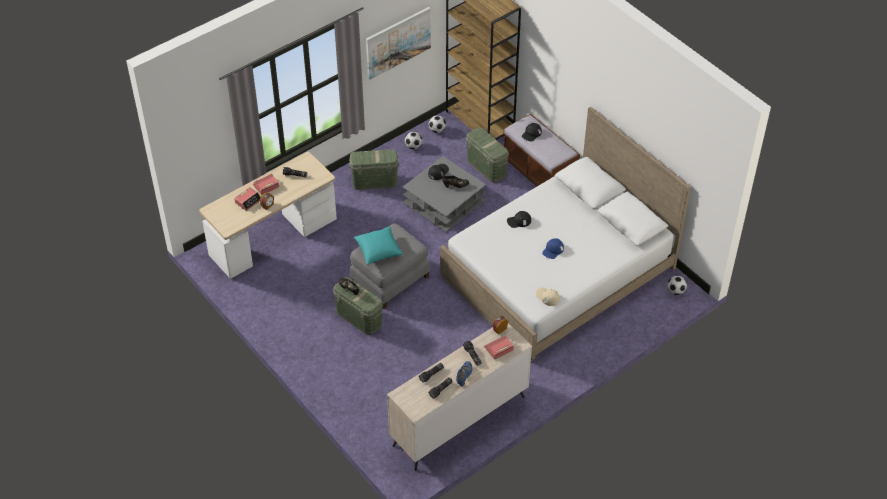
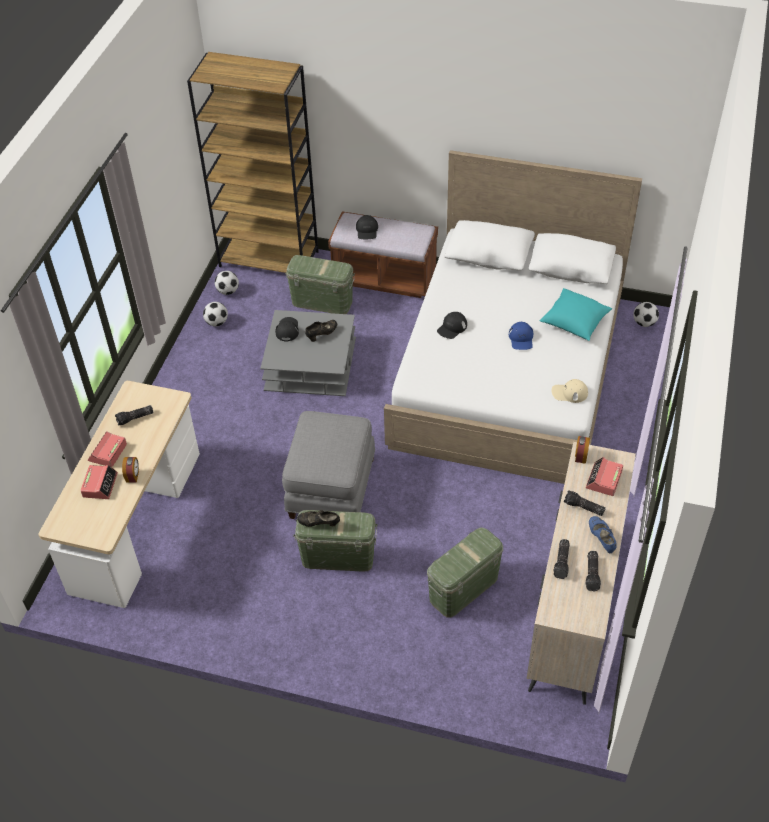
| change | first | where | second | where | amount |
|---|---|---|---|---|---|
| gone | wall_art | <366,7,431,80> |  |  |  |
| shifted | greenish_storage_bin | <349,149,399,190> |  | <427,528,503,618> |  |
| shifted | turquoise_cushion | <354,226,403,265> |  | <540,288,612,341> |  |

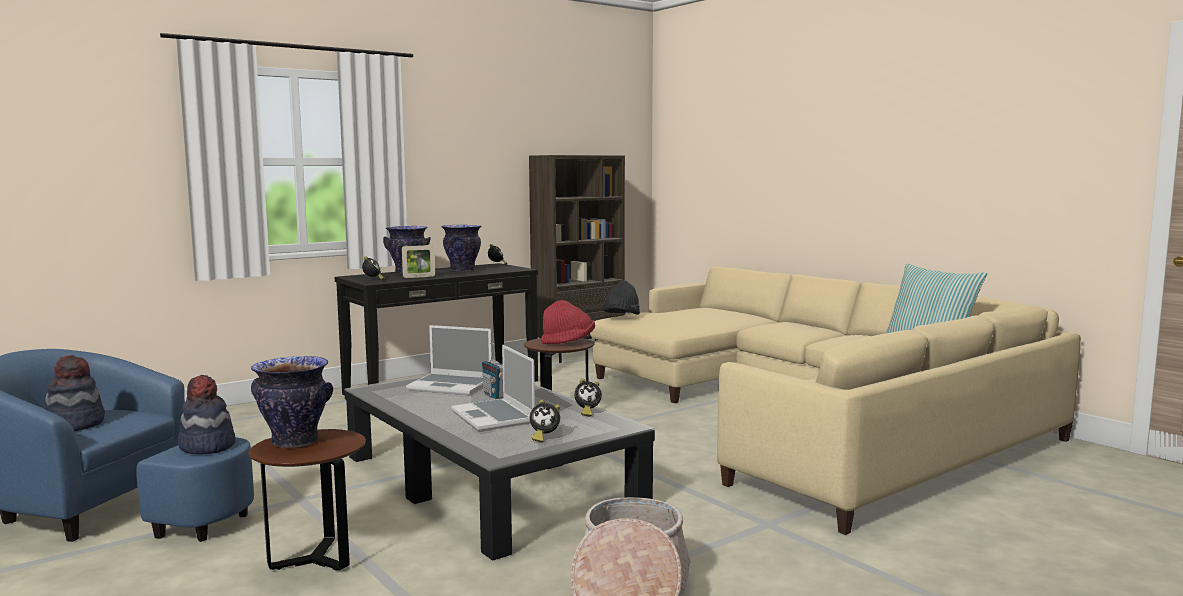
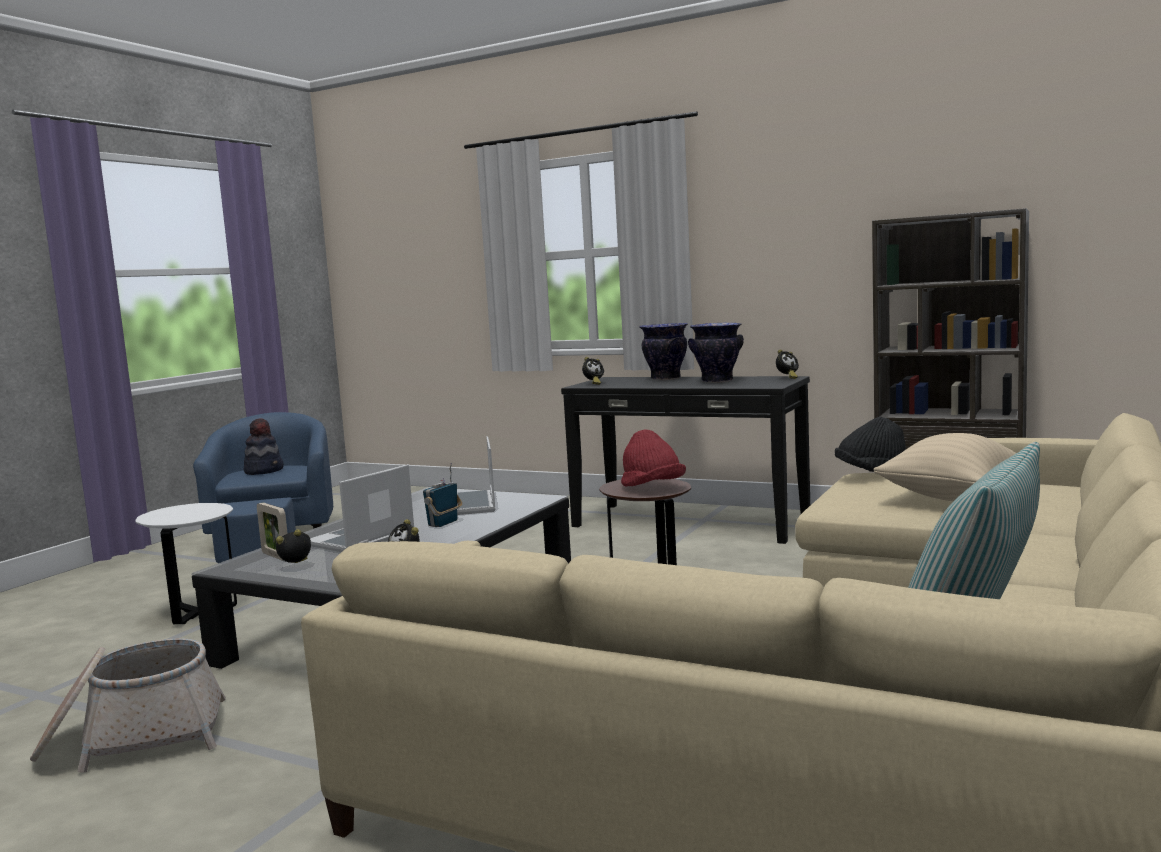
| change | first | where | second | where | amount |
|---|---|---|---|---|---|
| gone | clothing_hat | <178,375,236,454> |  |  |  |
| gone | decorative_vase | <251,356,333,448> |  |  |  |
| new |  |  | beige-coloured_cushion | <873,433,1016,501> |  |
| shifted | picture_frame | <402,245,435,278> |  | <257,503,288,561> |  |
| repainted | brown_end_table | <248,429,366,571> | white_end_table | <136,503,237,624> |  |
| rotated | alarm_clock | <530,400,560,442> |  | <276,529,311,563> | 90 degrees clockwise |

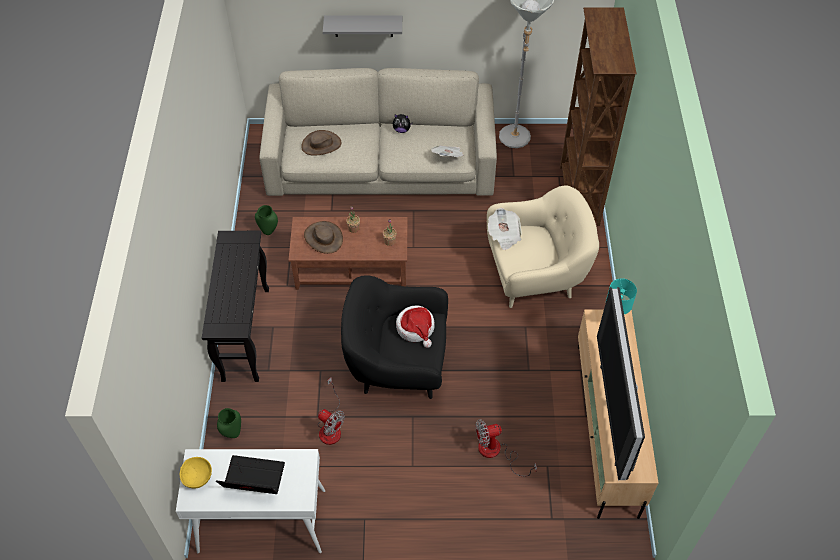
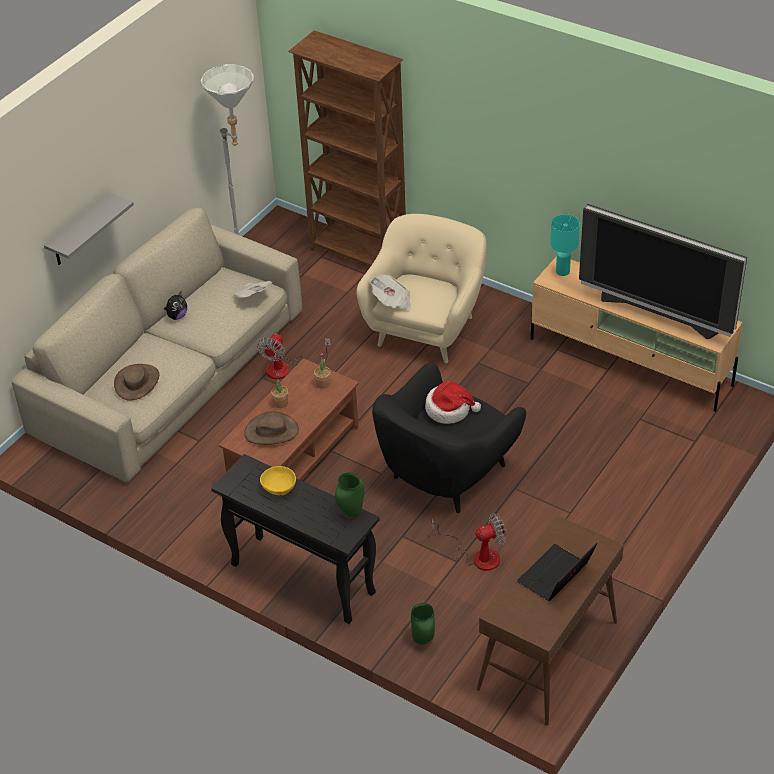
| change | first | where | second | where | amount |
|---|---|---|---|---|---|
| shifted | yellowish_bowl | <180,457,212,489> |  | <260,466,296,495> |  |
| shifted | greenish_decorative_vase | <255,205,278,235> |  | <335,472,365,517> |  |
| shifted | fan | <475,419,537,477> |  | <257,334,331,379> |  |
| repainted | white_narrow_table | <176,449,325,553> | brown_narrow_table | <477,515,624,726> |  |

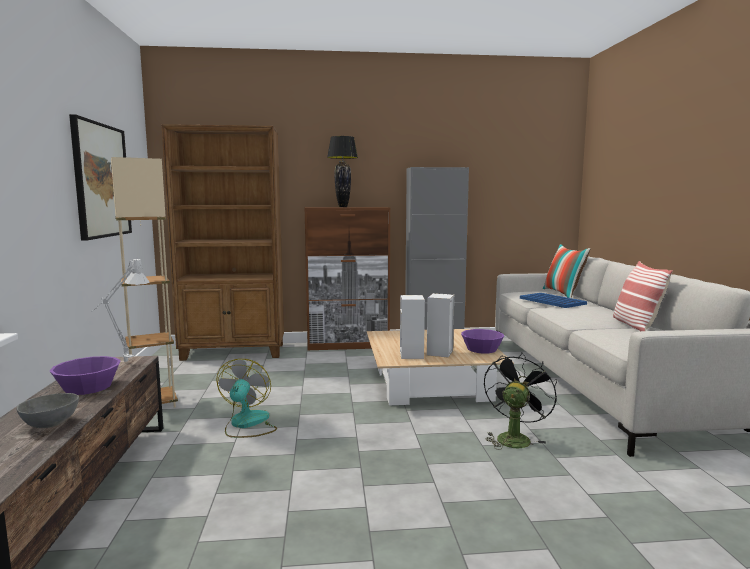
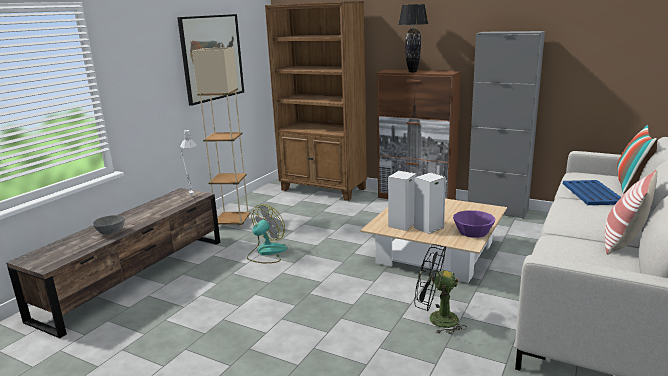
| change | first | where | second | where | amount |
|---|---|---|---|---|---|
| gone | purplish_bowl | <50,356,121,395> |  |  |  |
| rotated | black_fan | <484,352,557,450> |  | <415,244,467,334> | 135 degrees counterclockwise |

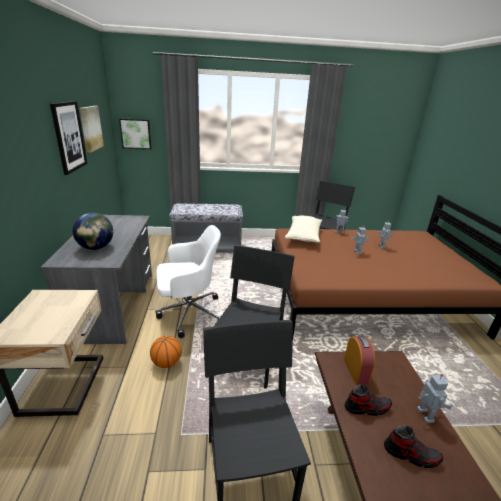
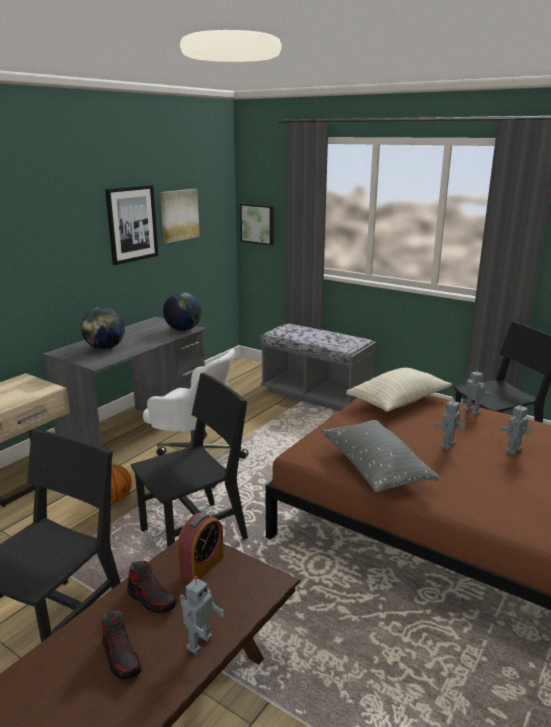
| change | first | where | second | where | amount |
|---|---|---|---|---|---|
| new |  |  | desk_globe | <163,292,202,331> |  |
| new |  |  | greyish_cushion | <321,420,440,492> |  |

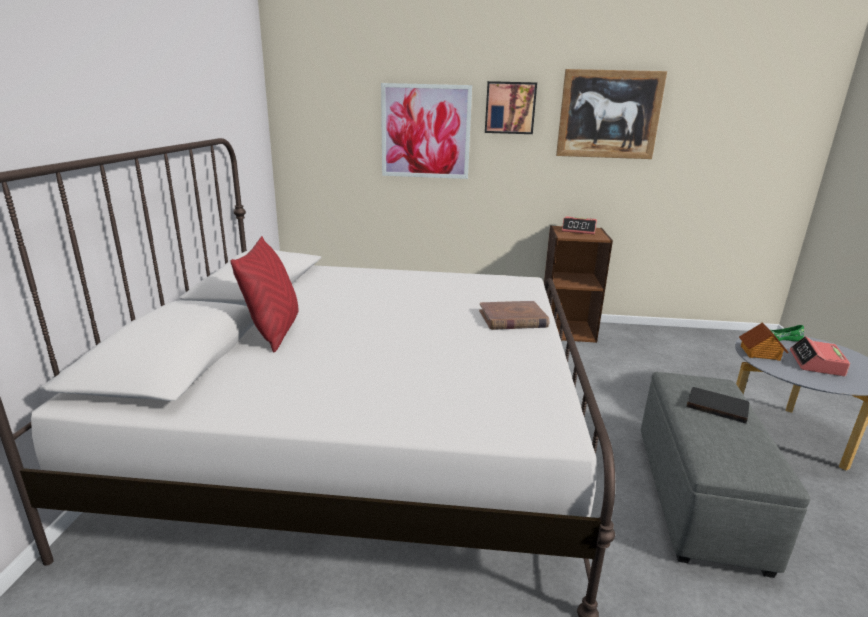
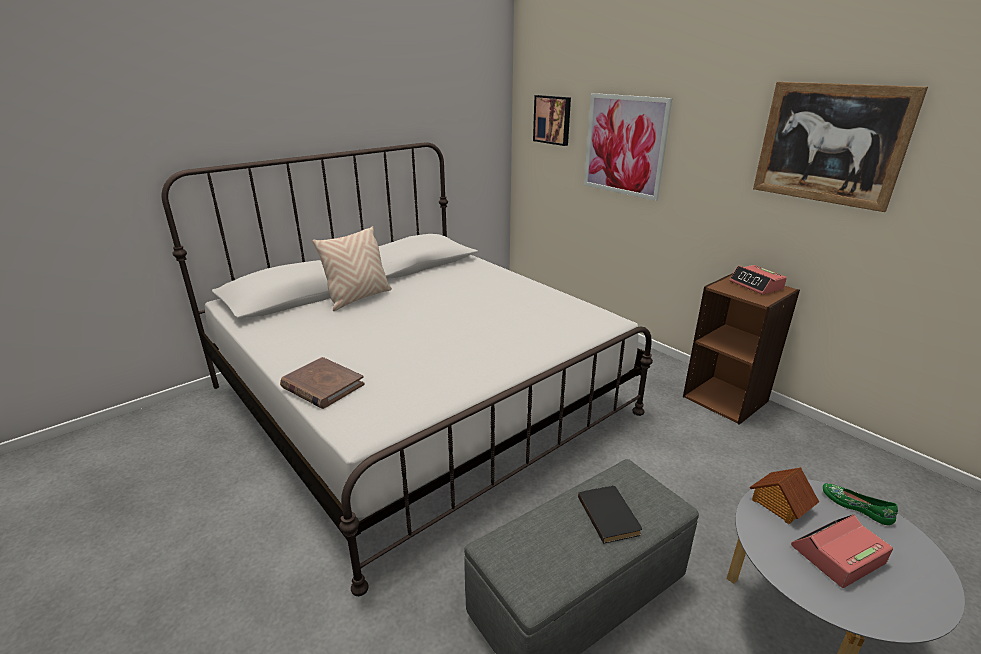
| change | first | where | second | where | amount |
|---|---|---|---|---|---|
| shifted | brown_book | <479,301,549,330> |  | <280,357,365,409> |  |
| shifted | wall_art | <485,81,537,134> |  | <533,95,571,146> |  |
| repainted | reddish_cushion | <230,236,299,352> | beige-coloured_cushion | <312,226,392,311> |  |

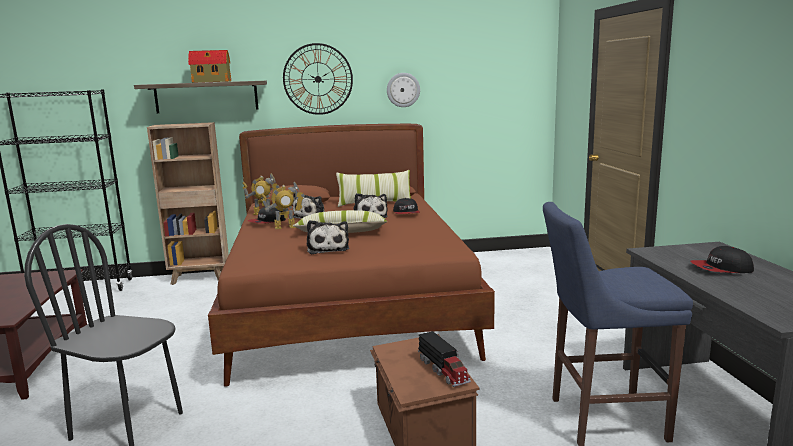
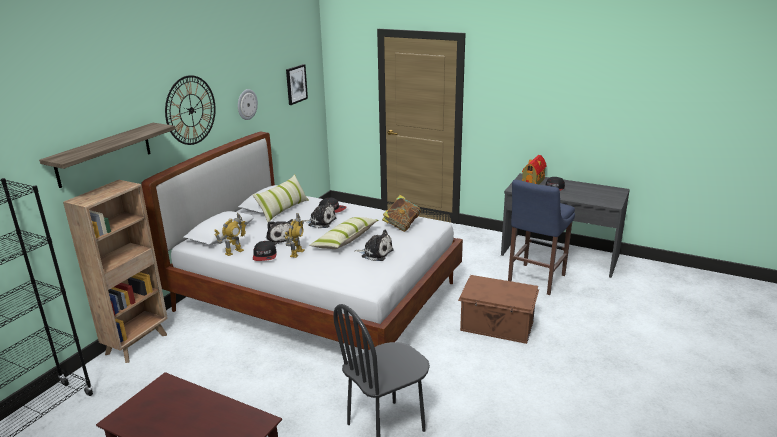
| change | first | where | second | where | amount |
|---|---|---|---|---|---|
| gone | model_truck | <418,331,471,387> |  |  |  |
| new |  |  | wall_art | <286,64,308,105> |  |
| new |  |  | book | <382,195,421,232> |  |
| shifted | miniature_house | <188,50,231,83> |  | <522,155,547,184> |  |
| repainted | brown_bed | <208,124,495,387> | white_bed | <142,132,463,350> |  |

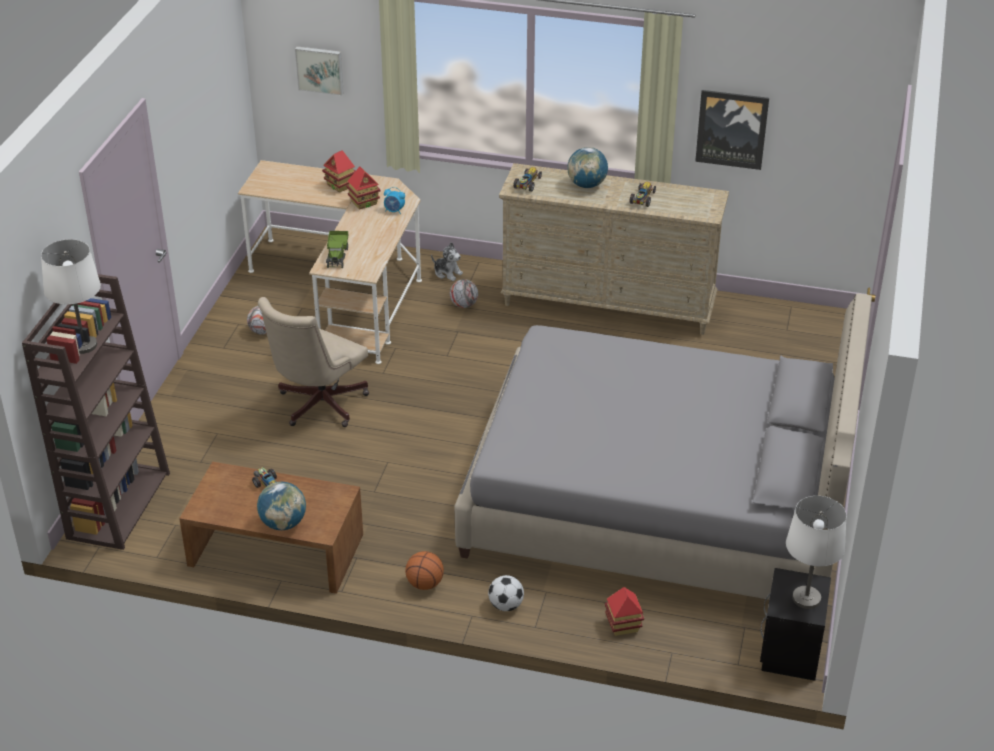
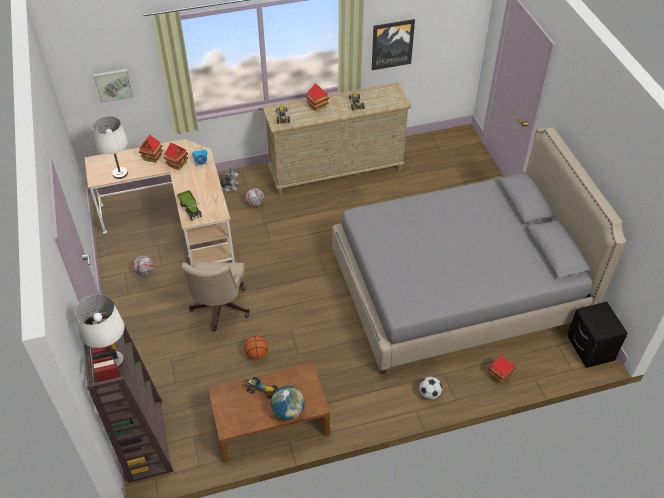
| change | first | where | second | where | amount |
|---|---|---|---|---|---|
| shifted | ball_for_basketball | <405,551,444,590> |  | <244,335,268,360> |  |
| shifted | white_lamp_for_a_table | <786,496,847,609> |  | <93,116,128,179> |  |
| swapped | desk_globe | <567,147,608,188> | miniature_house | <306,83,329,112> |  |

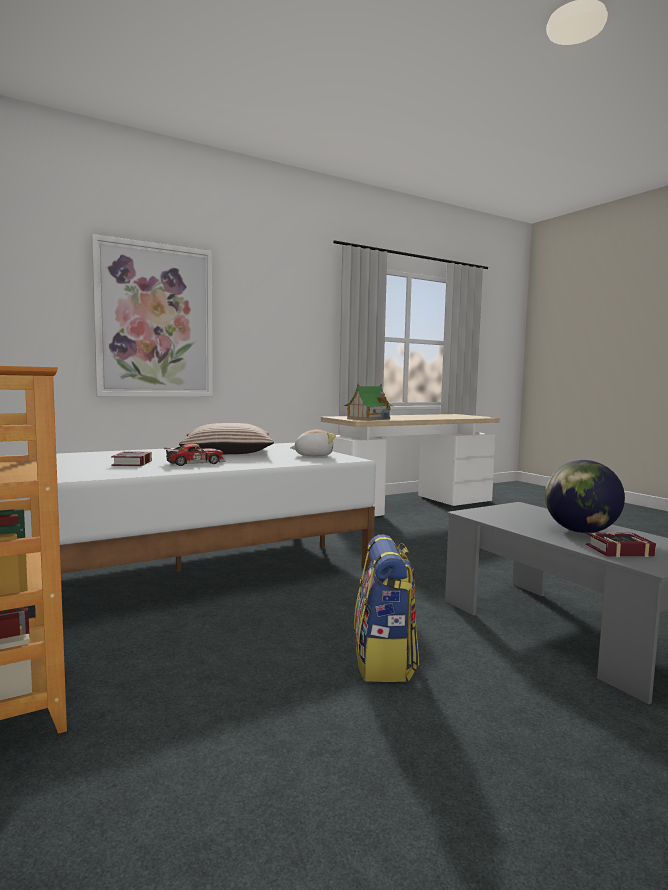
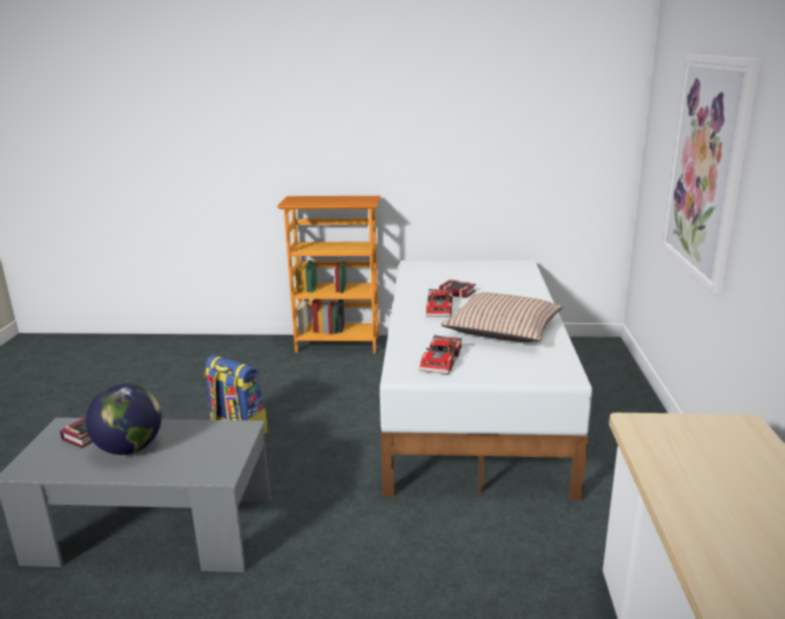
| change | first | where | second | where | amount |
|---|---|---|---|---|---|
| gone | miniature_house | <344,384,393,421> |  |  |  |
| swapped | plush_toy | <290,430,336,456> | miniature_car | <419,335,462,374> |  |

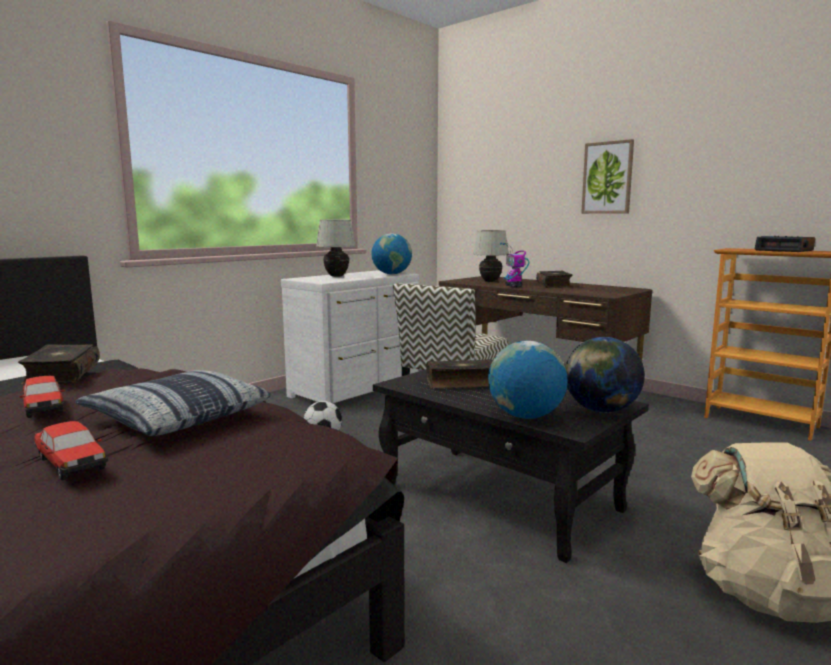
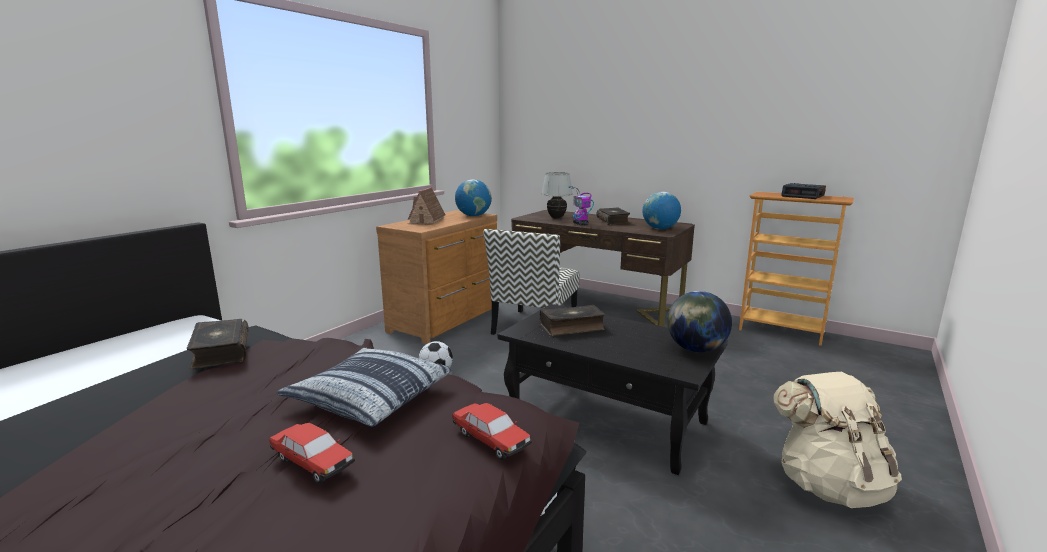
| change | first | where | second | where | amount |
|---|---|---|---|---|---|
| gone | wall_art | <581,139,634,214> |  |  |  |
| shifted | miniature_car | <20,376,65,418> |  | <452,403,532,460> |  |
| shifted | desk_globe | <488,341,568,419> |  | <642,192,681,229> |  |
| swapped | white_lamp_for_a_table | <316,220,356,277> | miniature_house | <408,187,445,225> |  |
| repainted | white_dresser | <281,270,419,403> | brown_dresser | <376,210,497,344> |  |

